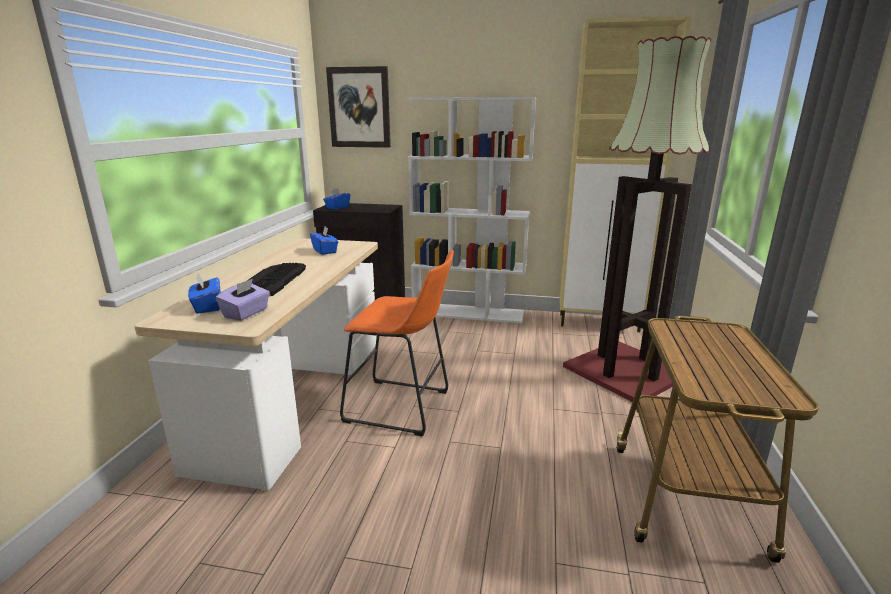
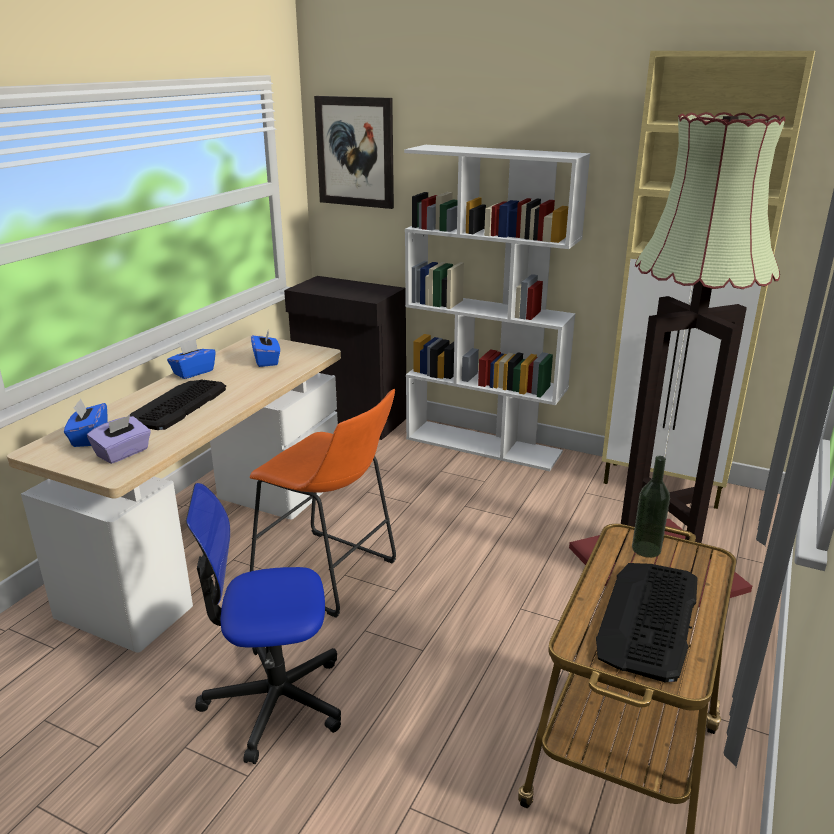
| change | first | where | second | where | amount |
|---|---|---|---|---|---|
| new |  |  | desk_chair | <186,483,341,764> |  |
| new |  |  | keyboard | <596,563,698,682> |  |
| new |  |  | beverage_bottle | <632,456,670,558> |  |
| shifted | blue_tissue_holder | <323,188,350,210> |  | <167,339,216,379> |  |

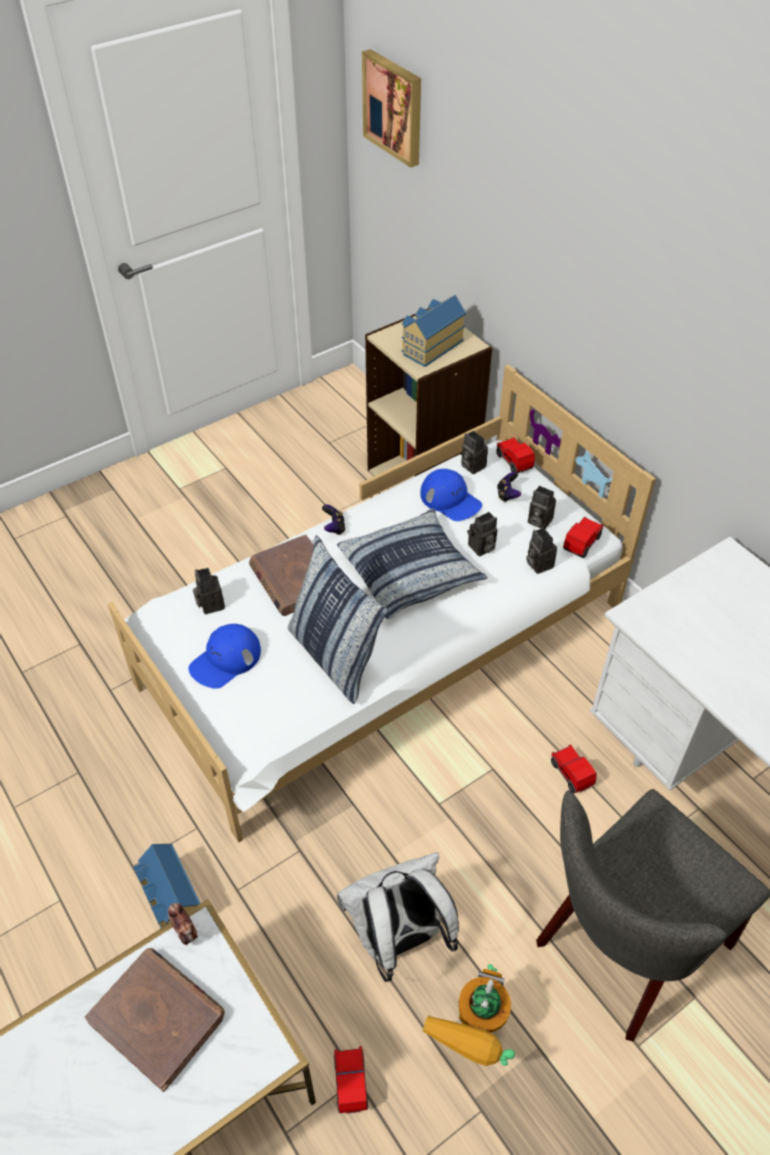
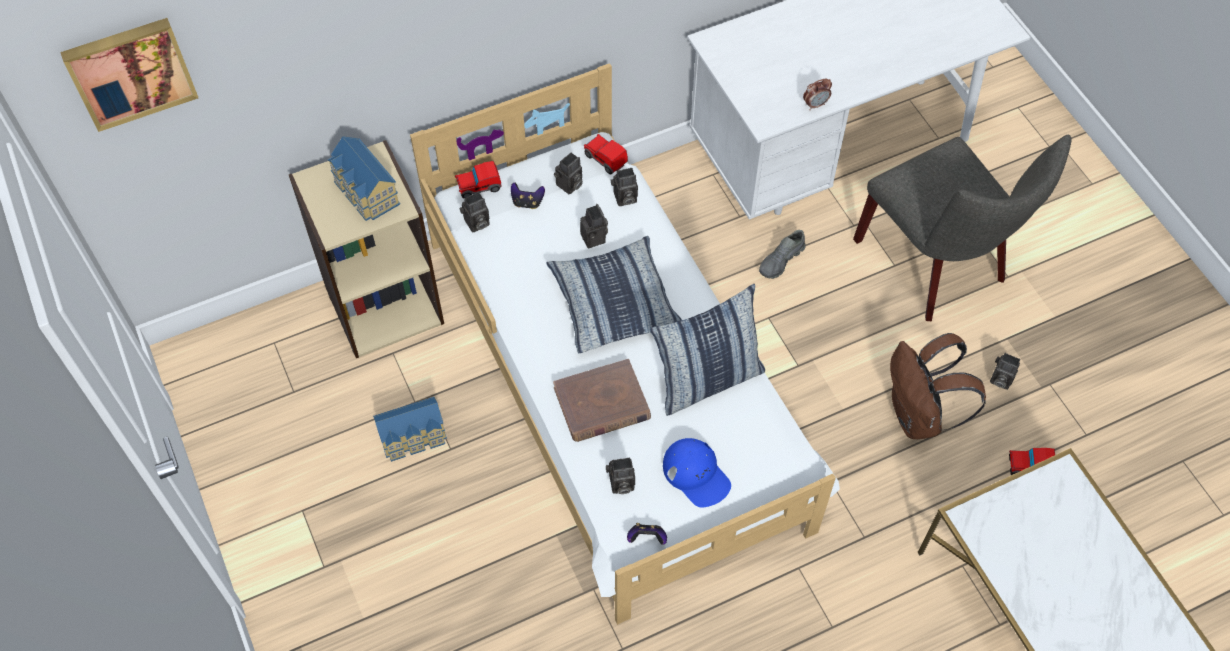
| change | first | where | second | where | amount |
|---|---|---|---|---|---|
| gone | brown_book | <85,948,225,1092> |  |  |  |
| gone | blue_cap | <420,468,482,521> |  |  |  |
| shifted | miniature_house | <133,844,201,928> |  | <373,397,447,462> |  |
| shifted | alarm_clock | <168,903,198,945> |  | <803,78,832,110> |  |
| shifted | gamepad | <322,505,345,535> |  | <627,523,667,545> |  |
| swapped | robot_figure | <422,964,515,1066> | photo_camera | <990,353,1020,390> |  |
| swapped | miniature_car | <551,744,597,793> | greyish_low_shoe | <759,230,806,279> |  |
| repainted | white_knapsack | <337,852,459,982> | brown_knapsack | <890,333,986,439> |  |

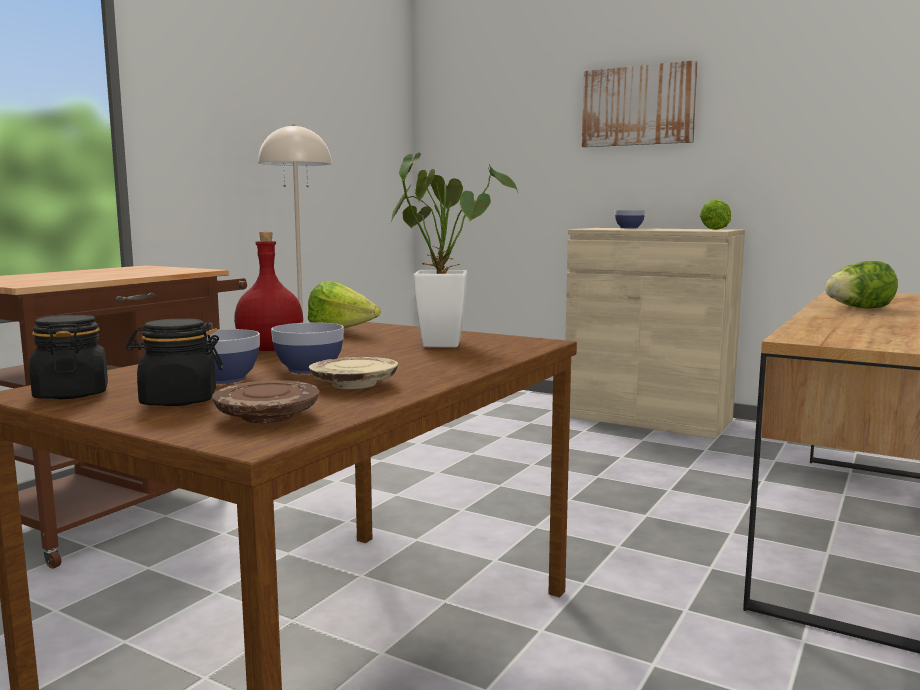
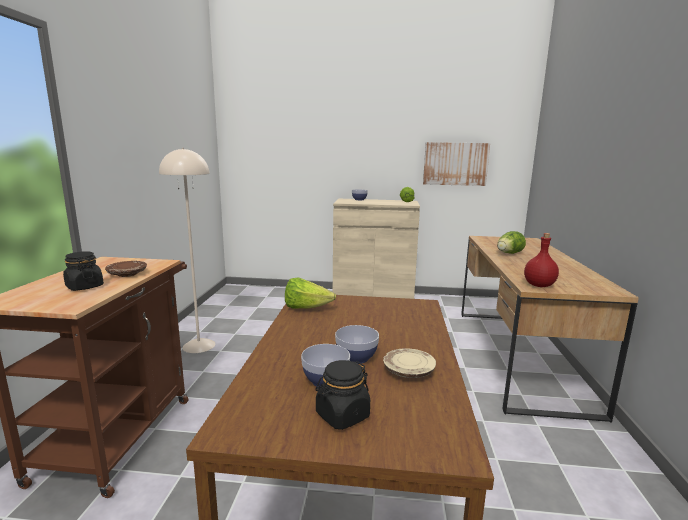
| change | first | where | second | where | amount |
|---|---|---|---|---|---|
| gone | potted_plant | <390,153,518,348> |  |  |  |
| shifted | black_storage_jar | <29,315,108,399> |  | <63,251,104,291> |  |
| shifted | brown_dinner_plate | <212,380,320,423> |  | <105,261,147,277> |  |
| shifted | reddish_beverage_bottle | <234,232,303,351> |  | <524,233,559,287> |  |
| shifted | wall_art | <582,60,698,147> |  | <423,142,490,186> |  |

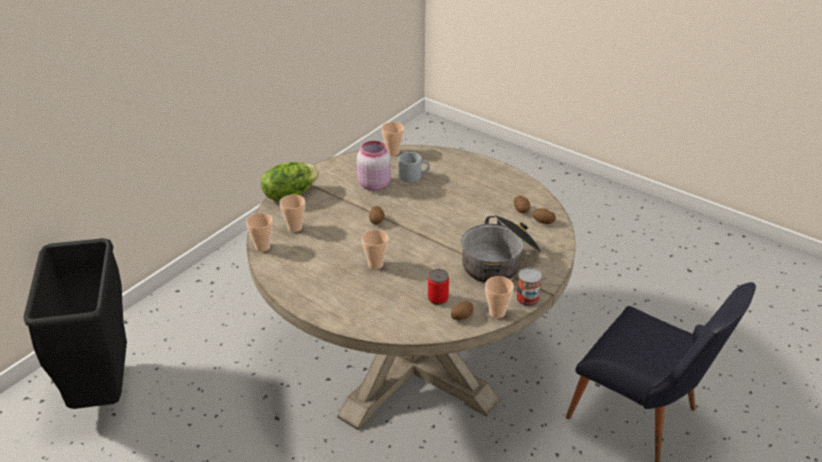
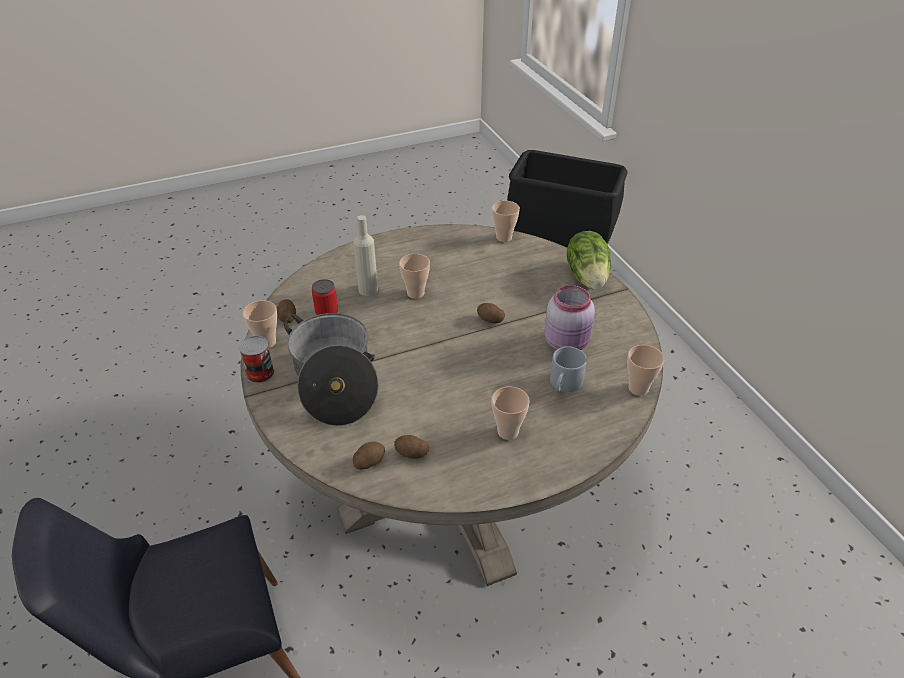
| change | first | where | second | where | amount |
|---|---|---|---|---|---|
| new |  |  | beige-coloured_beverage_bottle | <353,215,378,296> |  |
| shifted | cup | <280,194,305,232> |  | <492,386,530,440> |  |

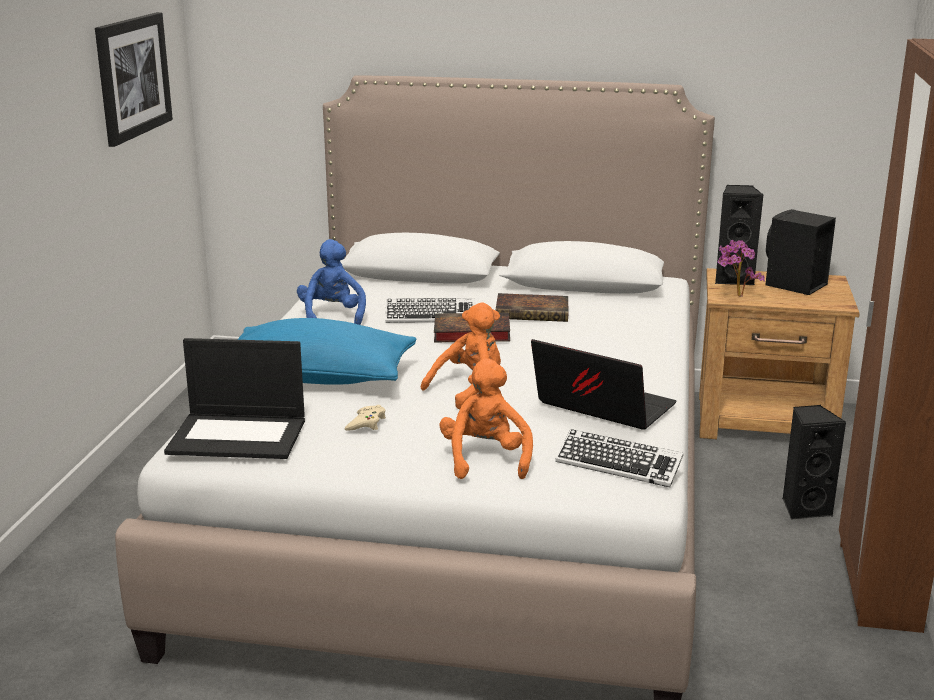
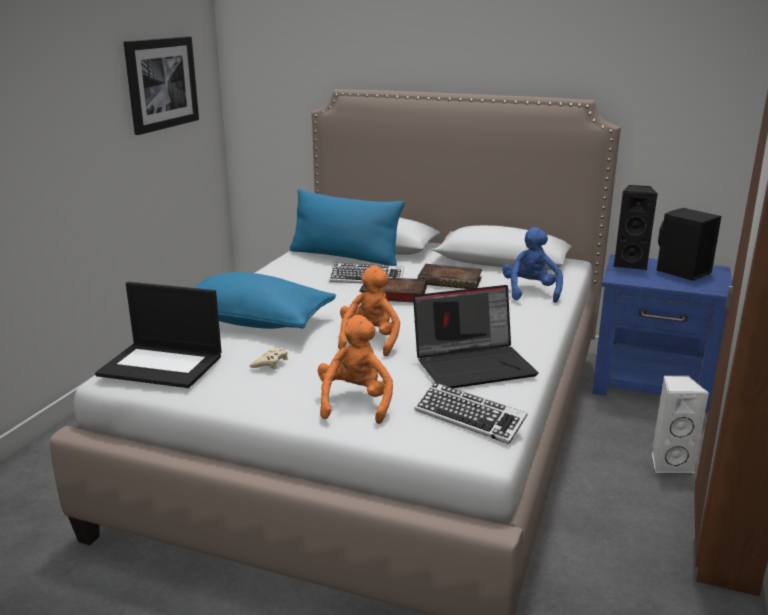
| change | first | where | second | where | amount |
|---|---|---|---|---|---|
| gone | potted_plant | <718,240,765,297> |  |  |  |
| new |  |  | blue_cushion | <290,189,405,266> |  |
| shifted | blue_plush_toy | <297,239,366,325> |  | <502,227,563,303> |  |
| repainted | brown_nightstand | <699,268,860,439> | blue_nightstand | <592,254,732,413> |  |
| repainted | black_loudspeaker | <782,405,846,520> | white_loudspeaker | <652,376,709,473> |  |
| rotated | orange-coloured_plush_toy | <421,302,501,410> |  | <338,265,400,357> | 45 degrees counterclockwise |
| rotated | notebook_computer | <531,339,677,430> |  | <413,285,539,388> | 120 degrees clockwise |

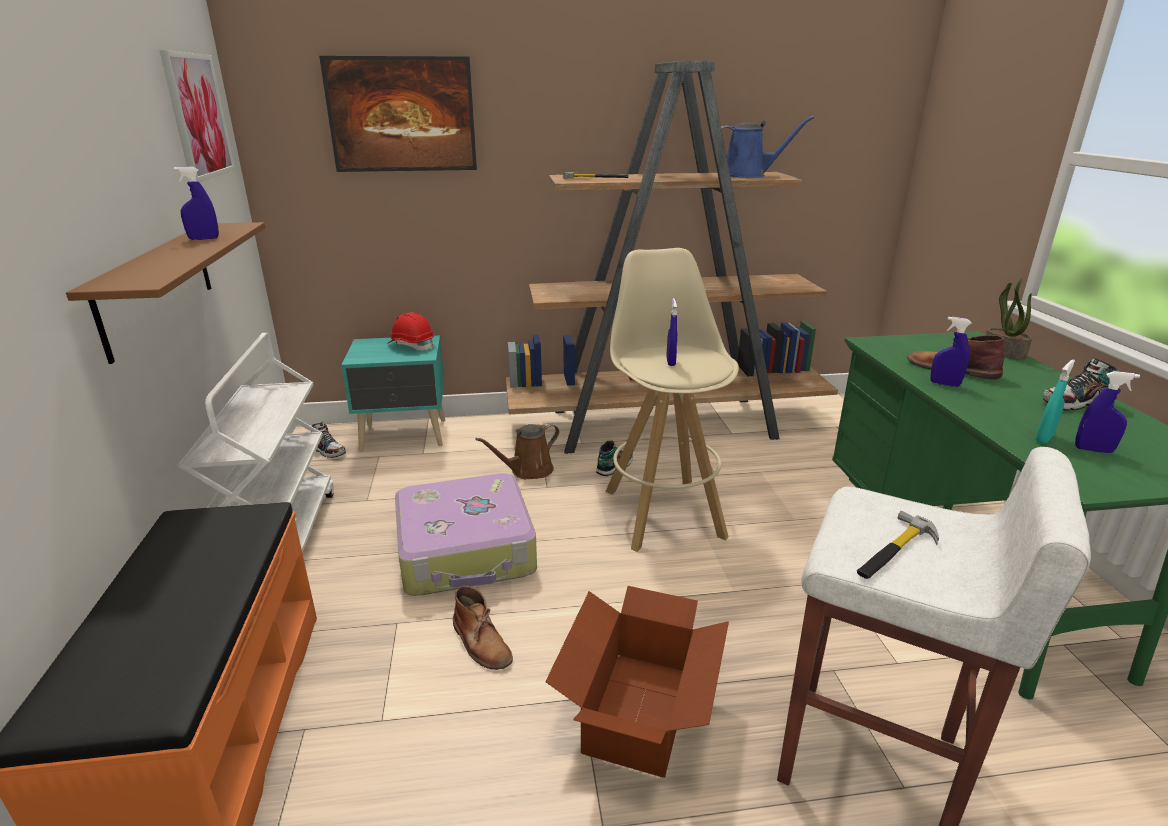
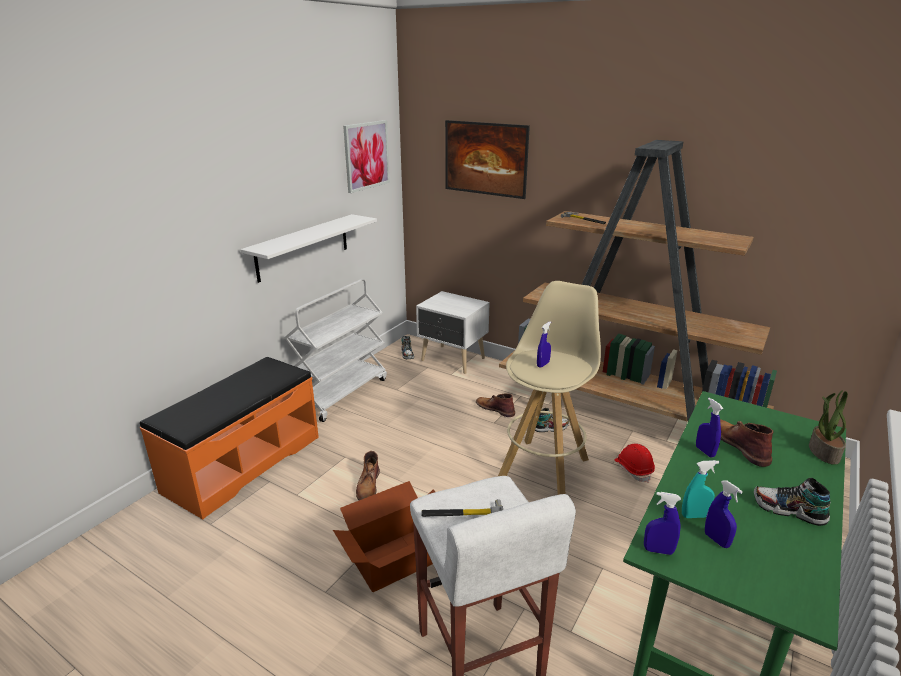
| change | first | where | second | where | amount |
|---|---|---|---|---|---|
| gone | suitcase | <395,473,537,596> |  |  |  |
| gone | blue_sprinkling_can | <721,116,814,178> |  |  |  |
| shifted | blue_sprayer | <174,166,219,240> |  | <644,492,681,555> |  |
| shifted | reddish_hard_hat | <387,312,434,350> |  | <614,444,655,482> |  |
| swapped | brown_sprinkling_can | <475,423,559,479> | brown_boot | <476,393,515,417> |  |
| repainted | brown_bracket_shelf | <66,222,265,364> | white_bracket_shelf | <240,214,377,283> |  |
| repainted | turquoise_nightstand | <341,335,445,451> | white_nightstand | <416,291,490,374> |  |

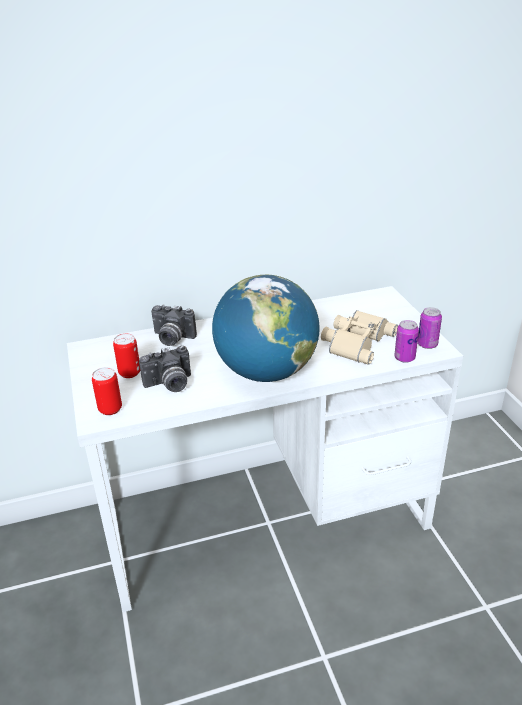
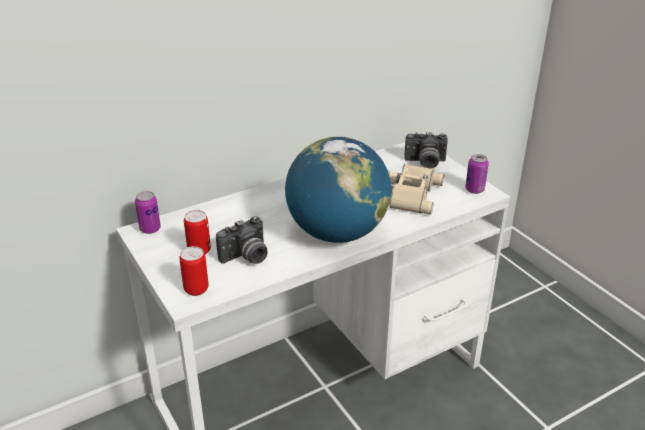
| change | first | where | second | where | amount |
|---|---|---|---|---|---|
| shifted | photo_camera | <151,304,197,346> |  | <404,132,448,169> |  |
| shifted | metal_can | <394,320,419,363> |  | <135,191,161,234> |  |

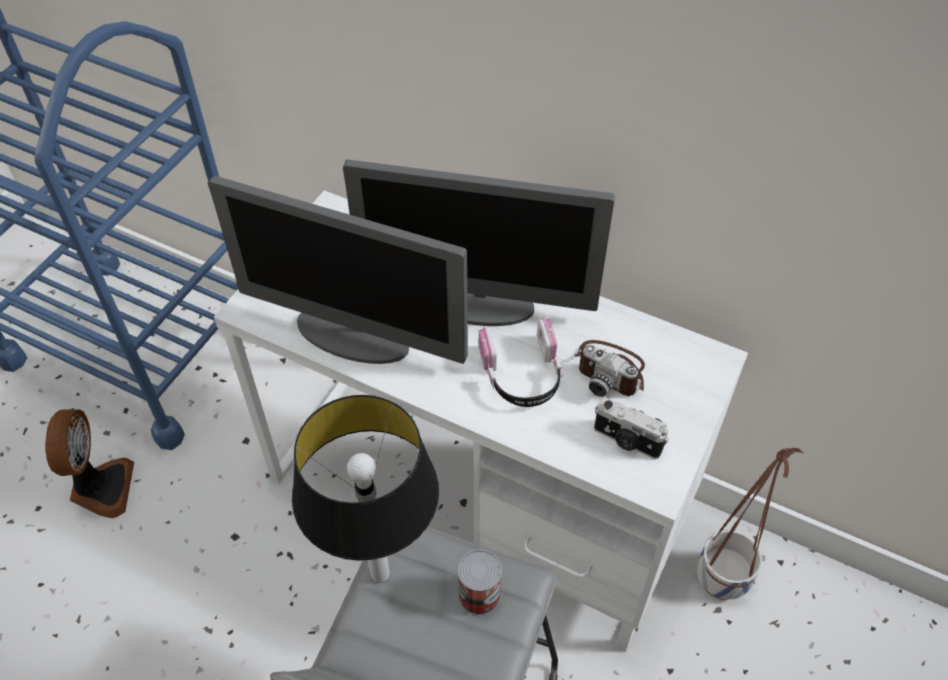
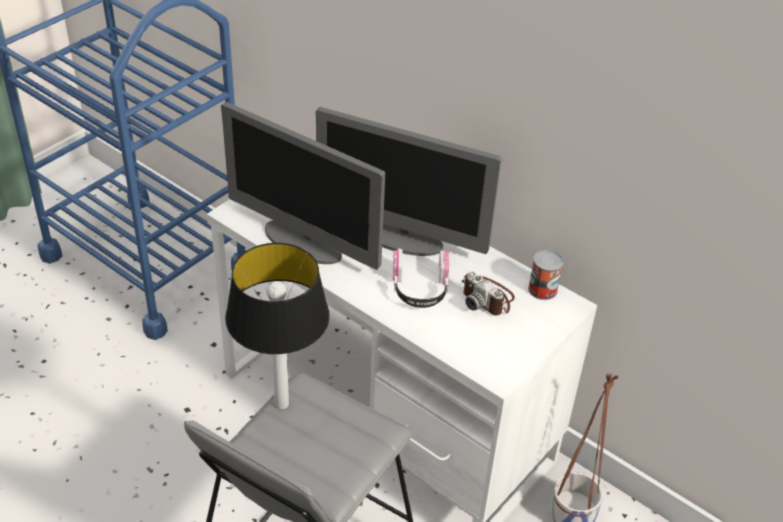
| change | first | where | second | where | amount |
|---|---|---|---|---|---|
| gone | fan | <45,409,134,518> |  |  |  |
| gone | photo_camera | <594,397,669,459> |  |  |  |
| shifted | metal_can | <458,549,502,615> |  | <528,250,564,300> |  |

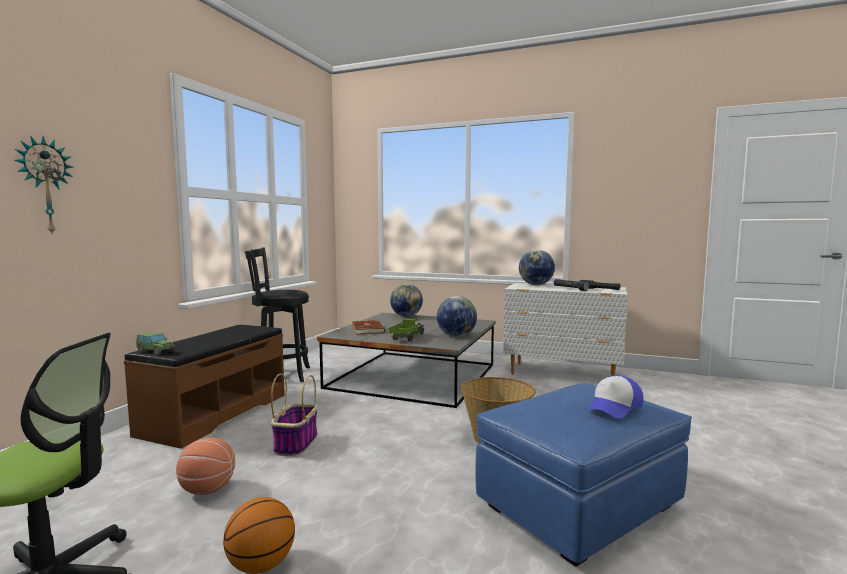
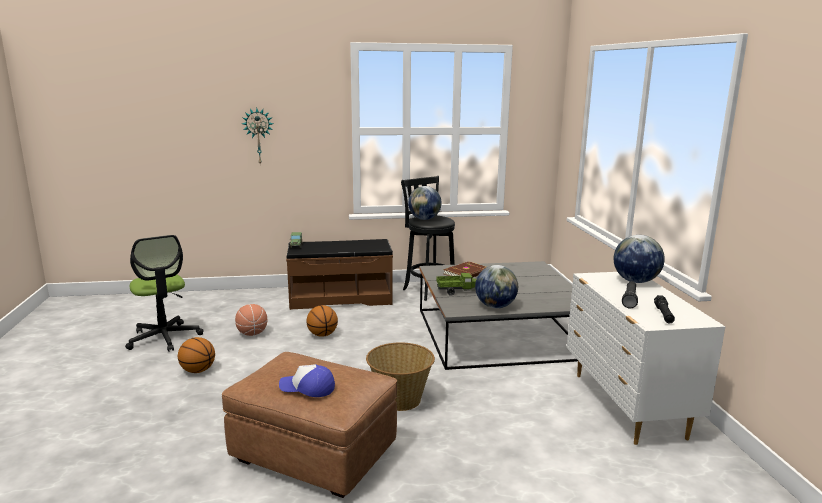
| change | first | where | second | where | amount |
|---|---|---|---|---|---|
| shifted | desk_globe | <390,284,423,317> |  | <408,186,442,220> |  |
| swapped | household_basket | <271,374,317,457> | ball_for_basketball | <307,305,338,337> |  |
| repainted | blue_ottoman | <476,383,692,567> | brown_ottoman | <222,352,397,498> |  |

